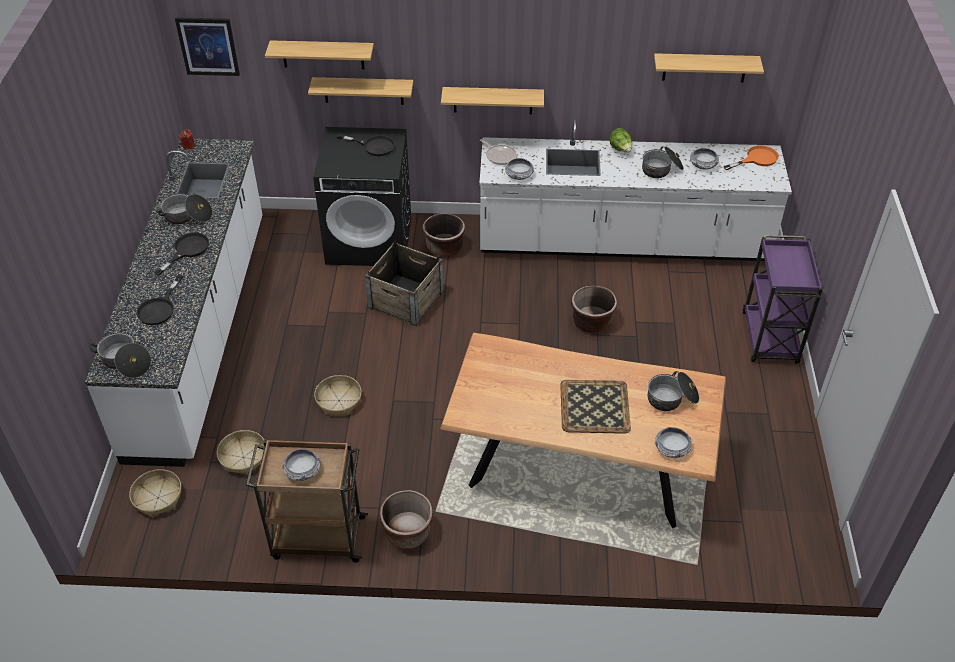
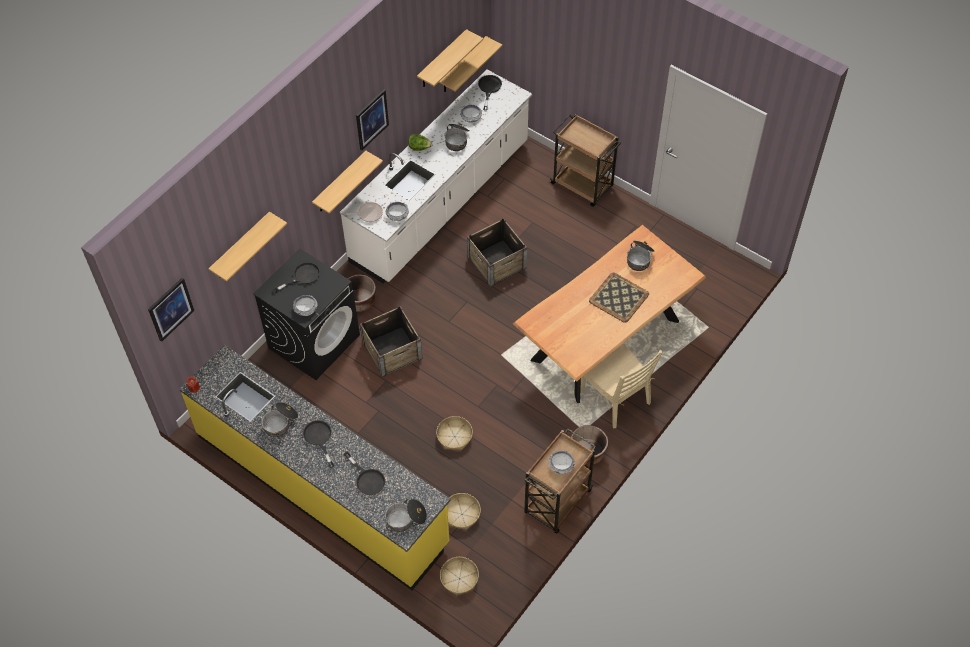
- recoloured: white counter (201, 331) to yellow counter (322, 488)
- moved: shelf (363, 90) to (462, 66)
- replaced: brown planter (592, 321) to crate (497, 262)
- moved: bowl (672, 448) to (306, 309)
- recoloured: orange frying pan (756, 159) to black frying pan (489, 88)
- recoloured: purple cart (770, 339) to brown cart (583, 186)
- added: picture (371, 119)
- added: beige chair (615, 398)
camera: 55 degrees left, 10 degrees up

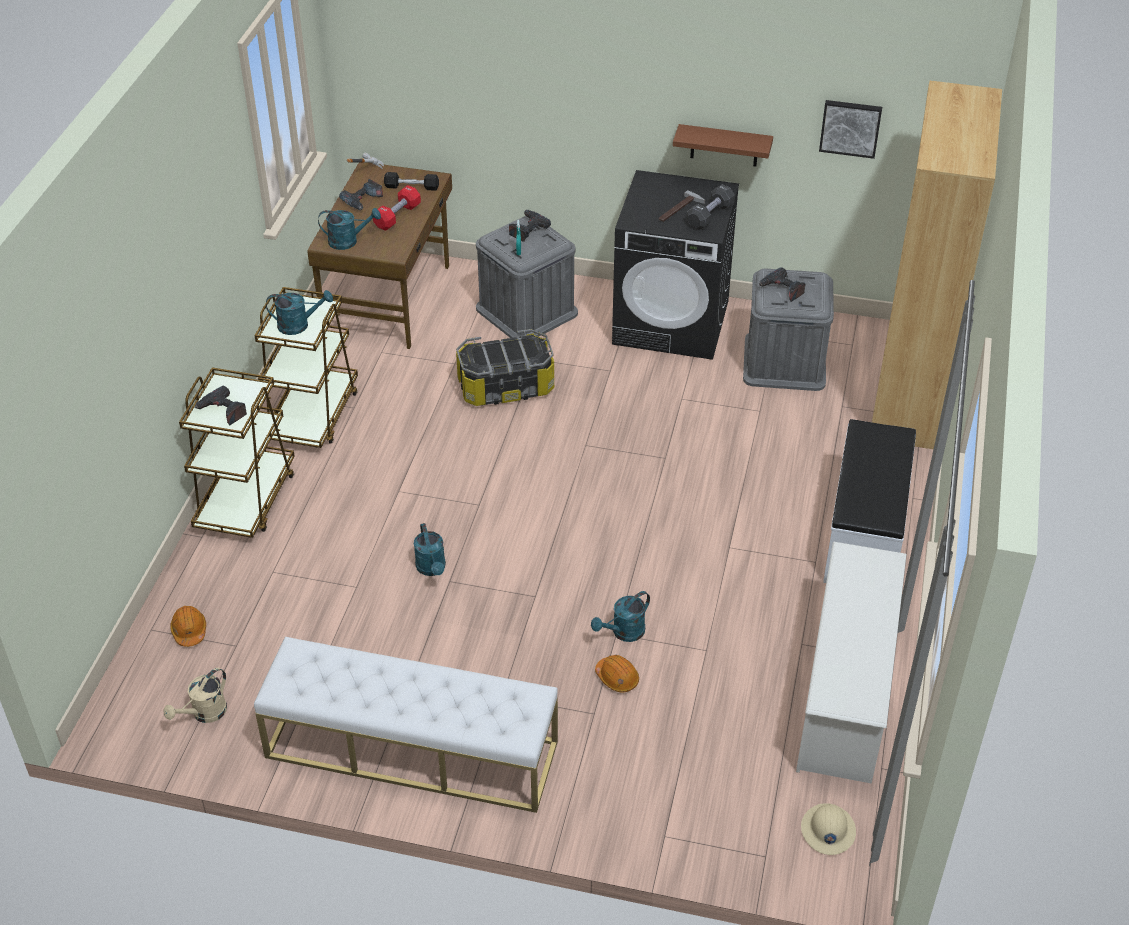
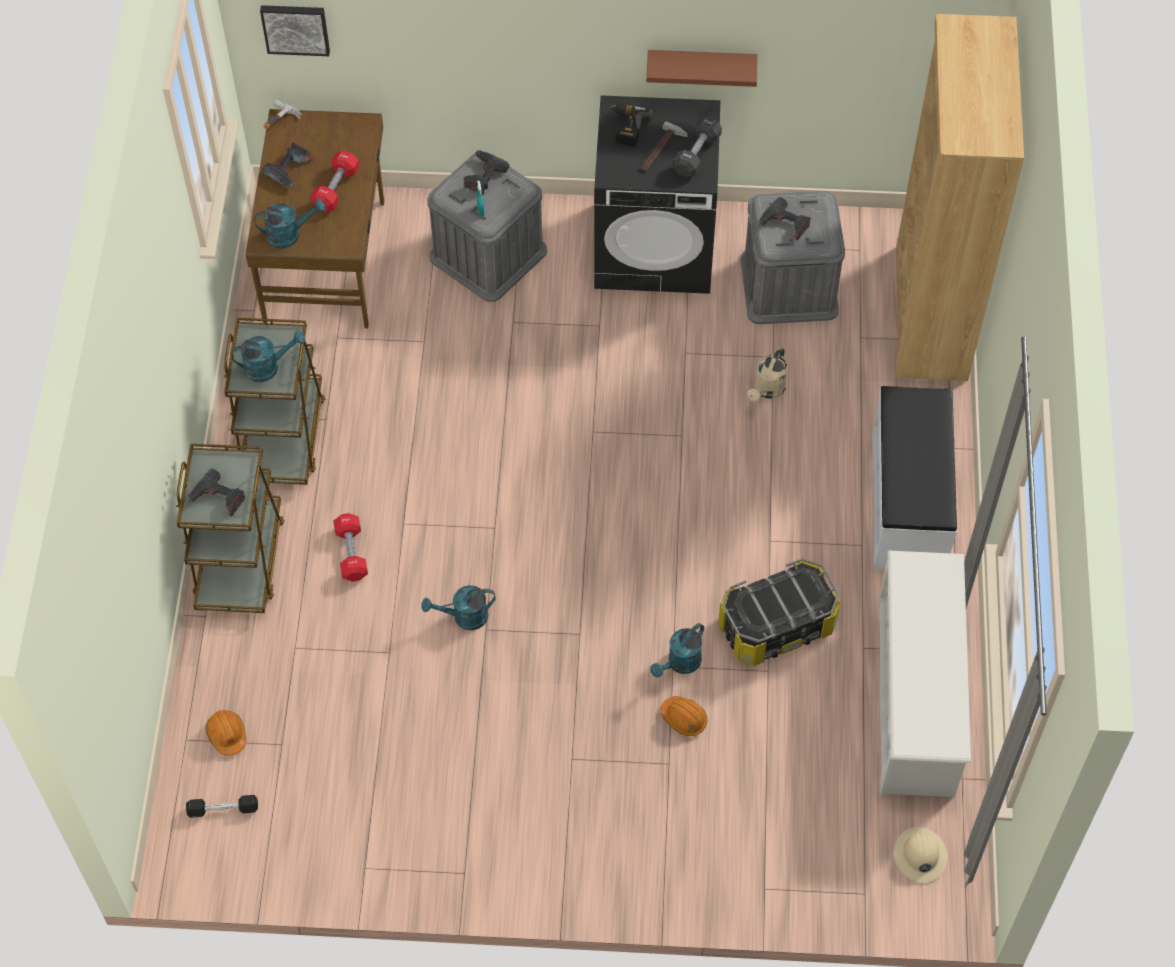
- moved: beige watering can (204, 714) to (767, 390)
- removed: white bench (411, 749)
- moved: black dumbbell (412, 187) to (223, 809)
- turned: turquoise watering can (432, 569) = (464, 617) 105 degrees clockwise
- moved: storage box (505, 387) to (776, 625)
- moved: picture (850, 127) to (295, 28)
- added: red dumbbell (351, 553)
- added: power drill (626, 127)
camera: 10 degrees left, 15 degrees up

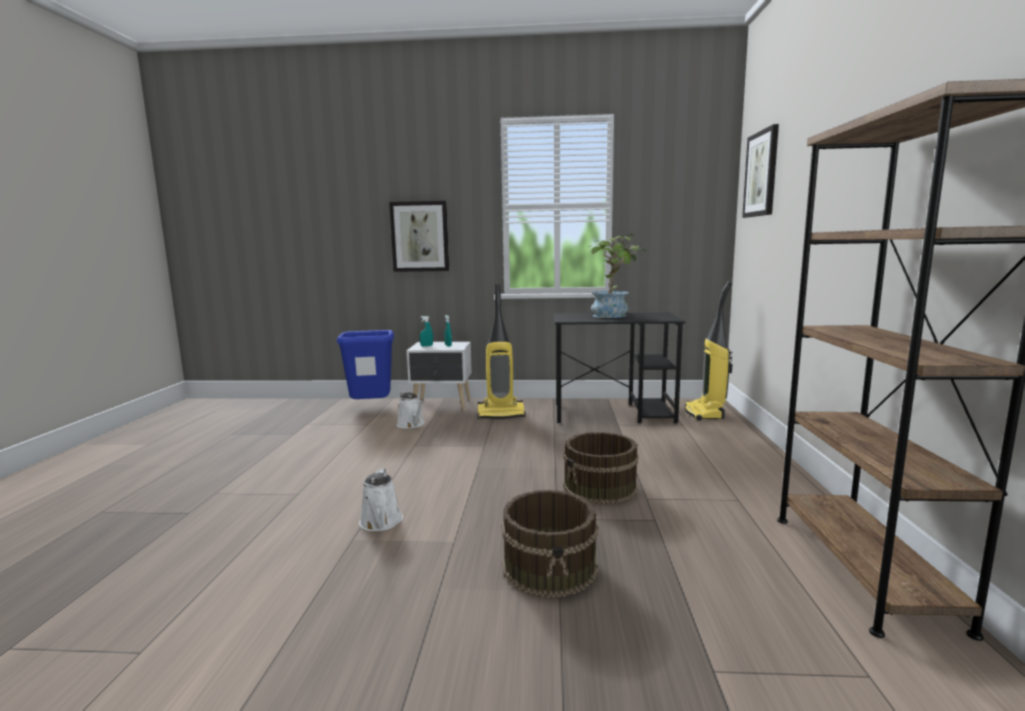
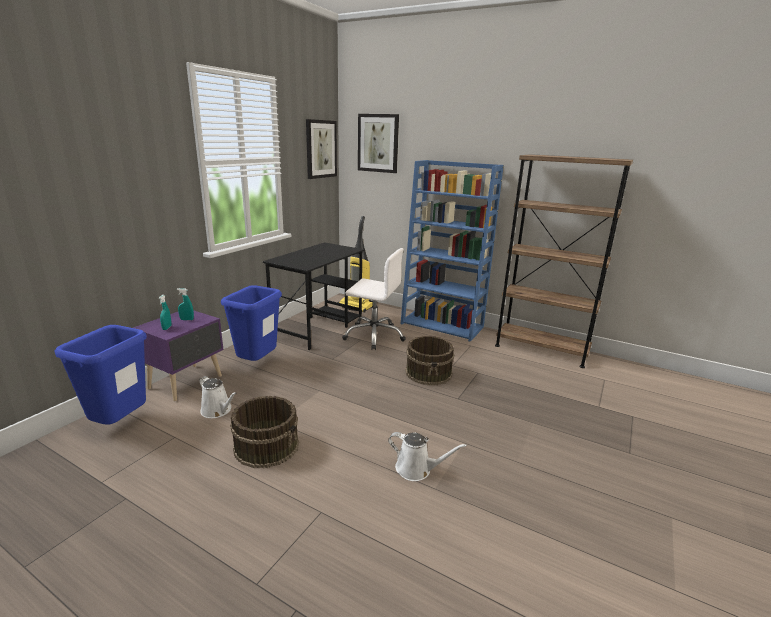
- moved: picture (420, 236) to (321, 149)
- turned: white watering can (412, 424) = (218, 411) 45 degrees clockwise
- recoloured: white nightstand (442, 405) to purple nightstand (187, 382)
- replaced: vacuum cleaner (501, 414) to blue trash can (258, 363)
- moved: brown bucket (550, 567) to (267, 446)
- removed: potted plant (614, 316)
- added: white office chair (374, 336)
- added: blue bookcase (443, 325)
camera: 65 degrees left, 10 degrees up

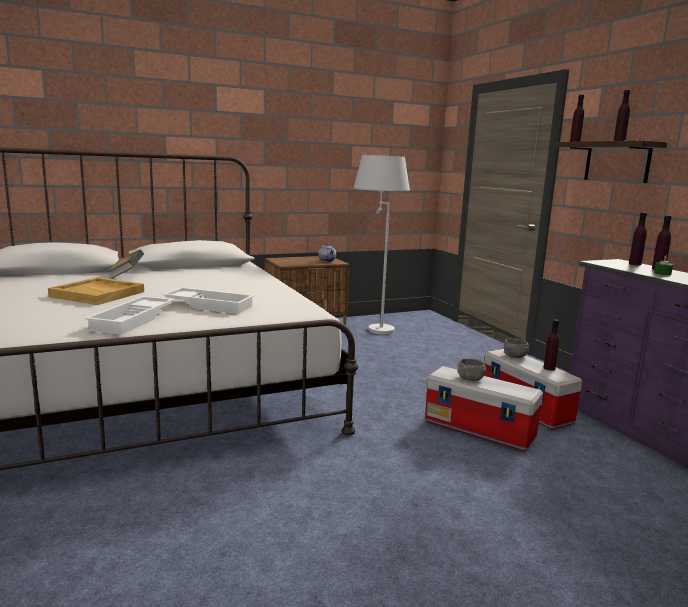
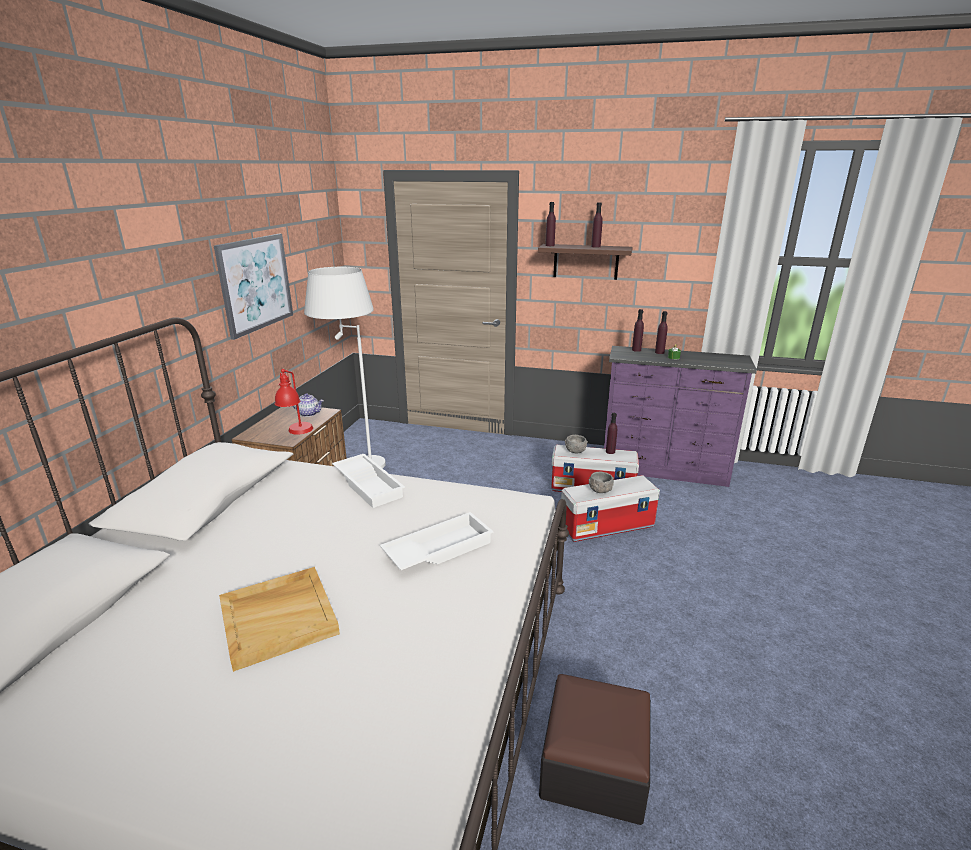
- moved: white tray (134, 320) to (369, 484)
- removed: book (126, 275)
- added: picture (255, 284)
- added: red table lamp (297, 434)
- added: ottoman (594, 765)
camera: 50 degrees left, 10 degrees up

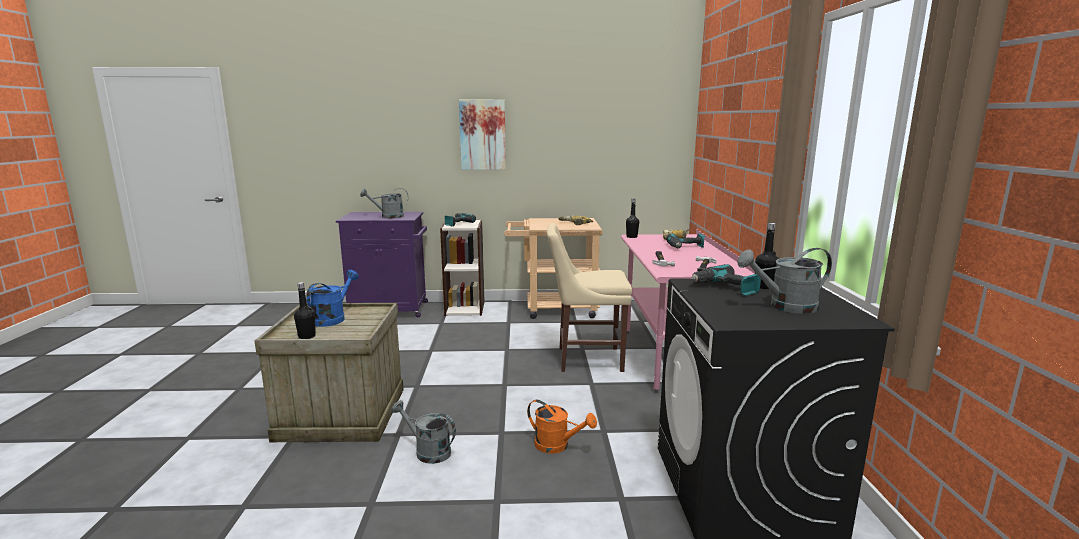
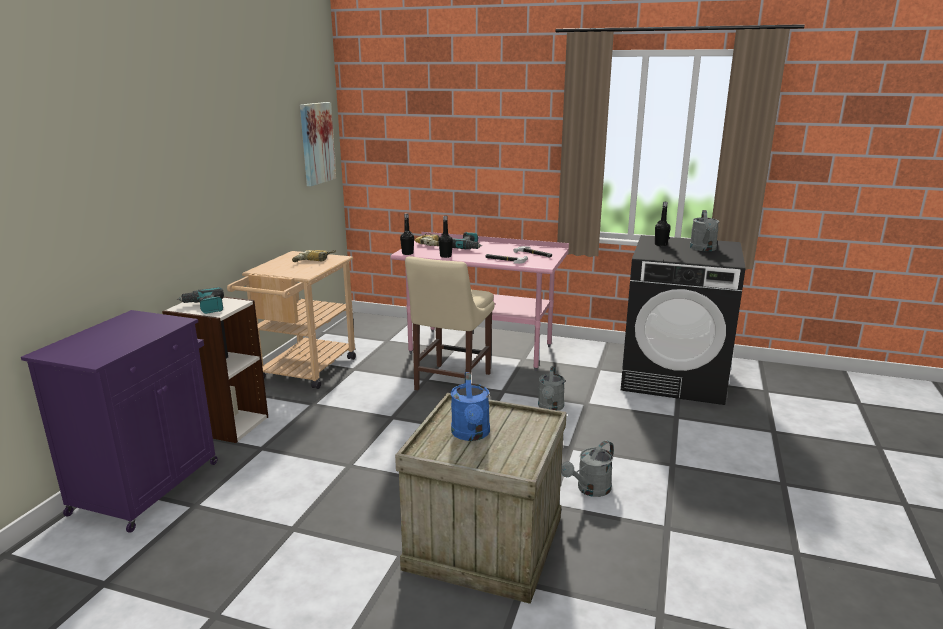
- moved: black bottle (307, 336) to (445, 256)
- turned: blue watering can (333, 318) = (471, 434) 135 degrees counterclockwise
- moved: grey watering can (388, 216) to (550, 408)
- moved: picture (482, 135) to (316, 143)
- removed: orange watering can (557, 446)
- removed: power drill (725, 288)
camera: 70 degrees left, 5 degrees up

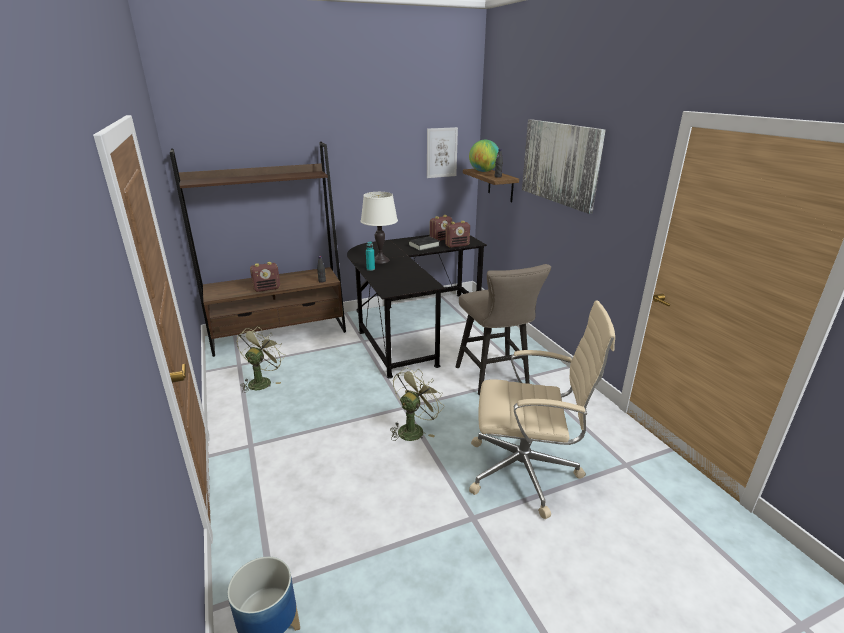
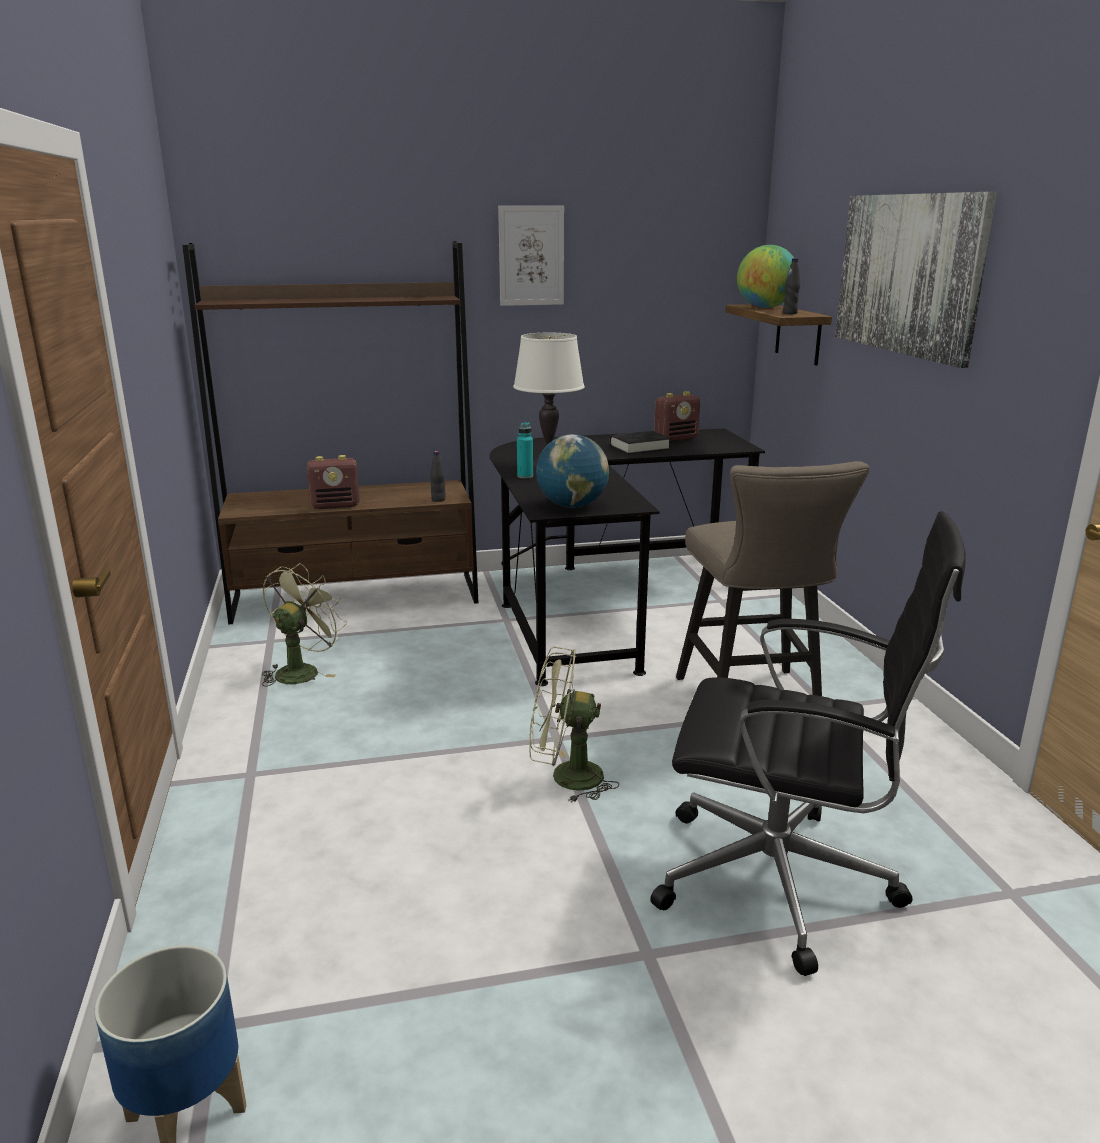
- turned: green fan (413, 429) = (565, 778) 135 degrees counterclockwise
- moved: picture (441, 152) to (531, 256)
- removed: radio (457, 245)
- recoloured: beige office chair (526, 472) to black office chair (782, 881)
- added: globe (572, 506)
camera: 10 degrees right, 5 degrees down

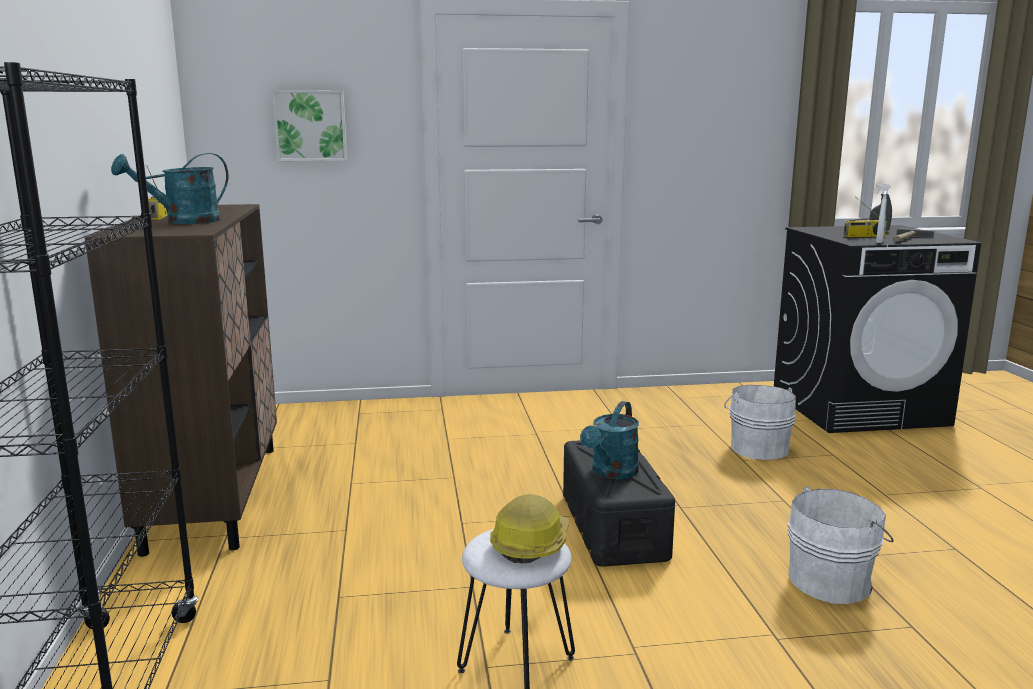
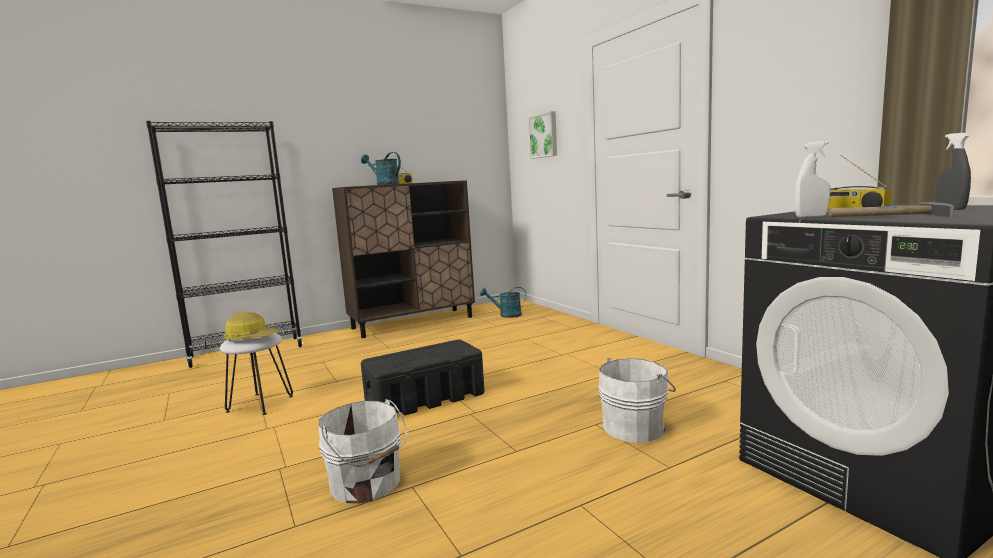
- moved: turquoise watering can (611, 473) to (506, 315)
camera: 70 degrees right, 5 degrees down

